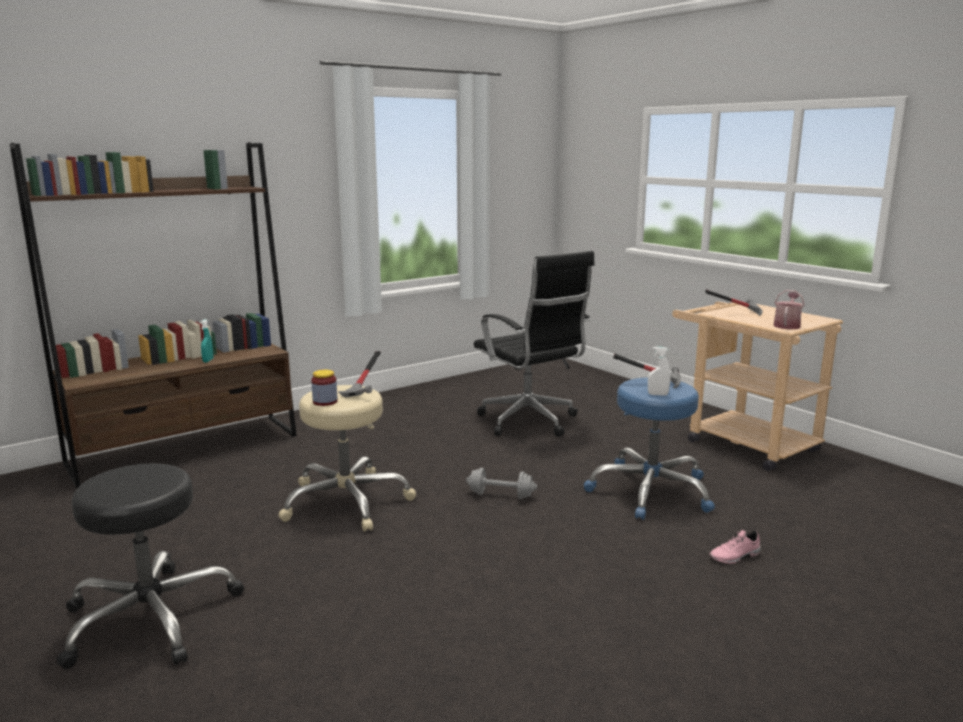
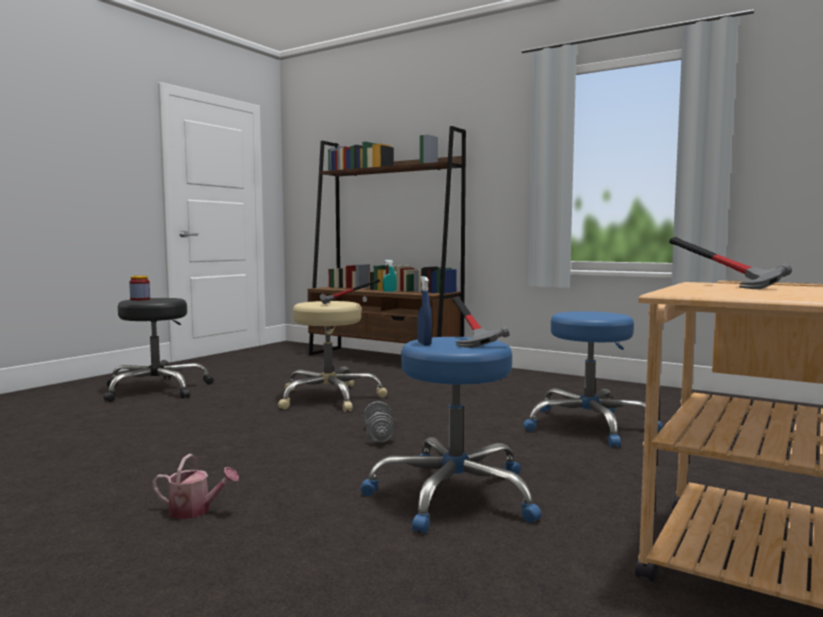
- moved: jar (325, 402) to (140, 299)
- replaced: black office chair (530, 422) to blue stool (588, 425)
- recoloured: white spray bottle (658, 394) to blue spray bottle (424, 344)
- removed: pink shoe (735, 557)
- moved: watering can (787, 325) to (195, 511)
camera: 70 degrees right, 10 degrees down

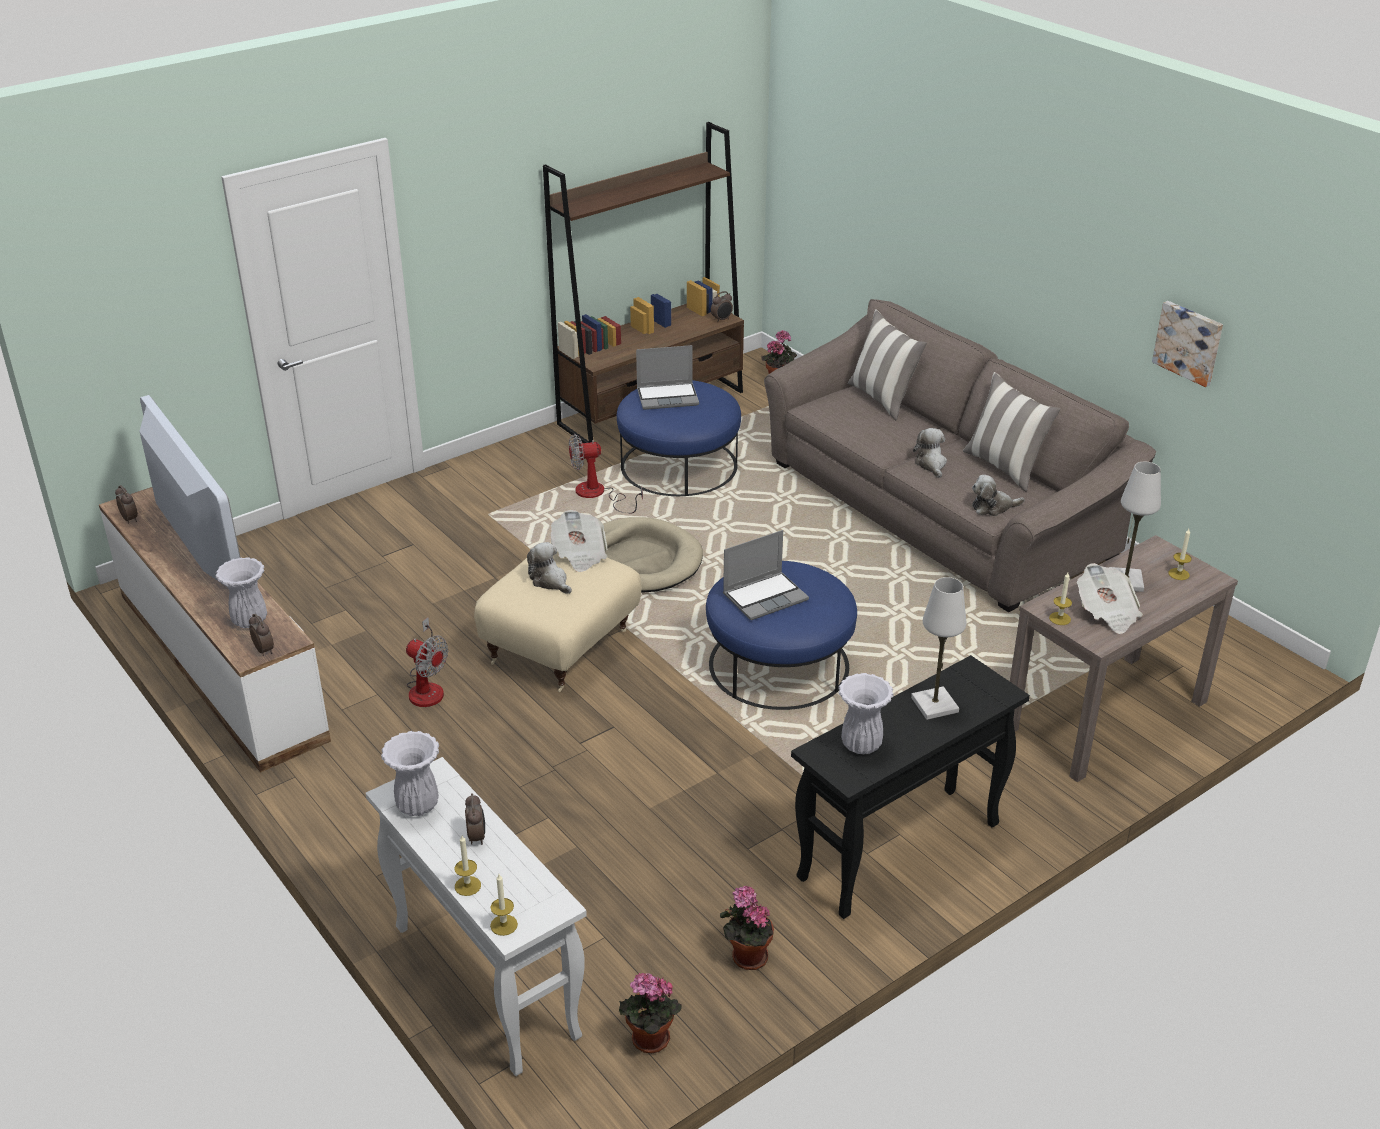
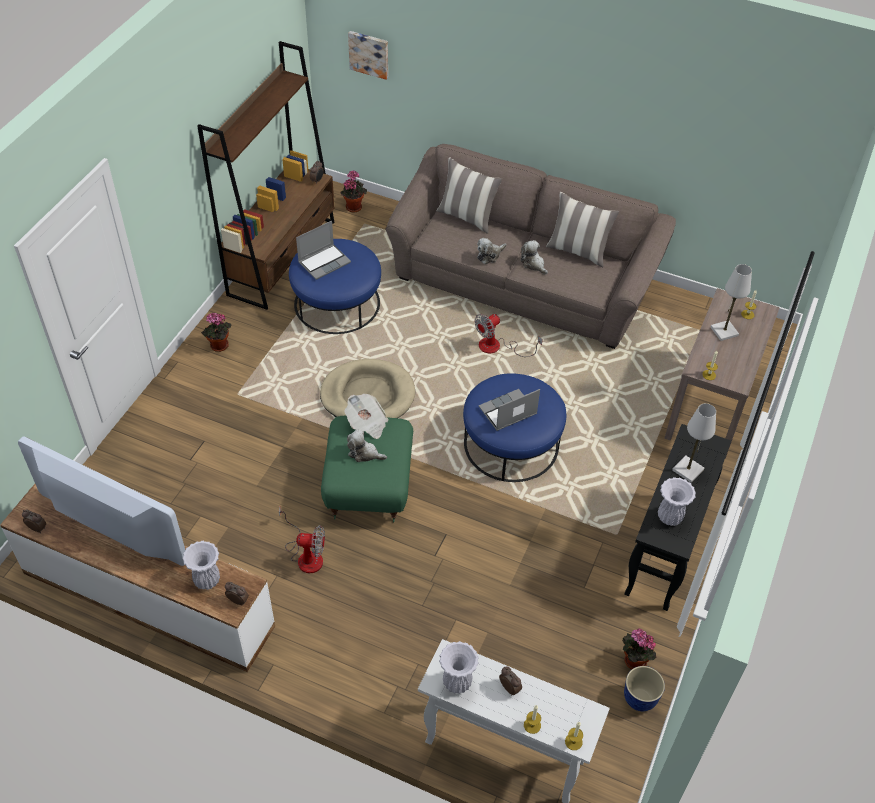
- recoloured: beige ottoman (562, 648) to green ottoman (370, 487)
- moved: fan (598, 495) to (497, 347)
- moved: potted plant (648, 1041) to (219, 347)
- turned: laptop (765, 596) = (507, 412) 150 degrees counterclockwise
- moved: plush toy (993, 507) to (489, 255)
- removed: newspaper (1107, 613)
- moved: picture (1189, 342) to (369, 54)
- added: planter (640, 699)
camera: 30 degrees left, 15 degrees up

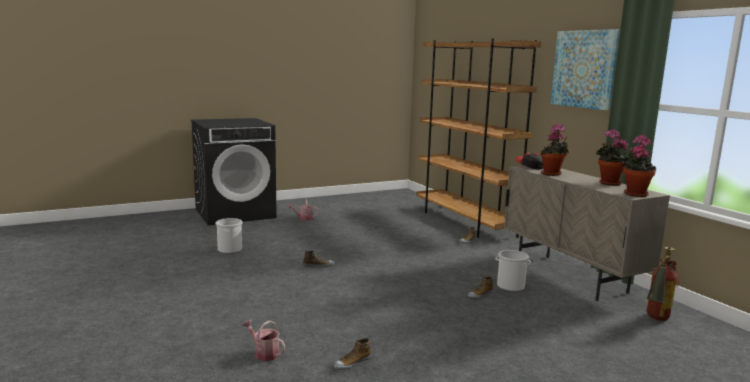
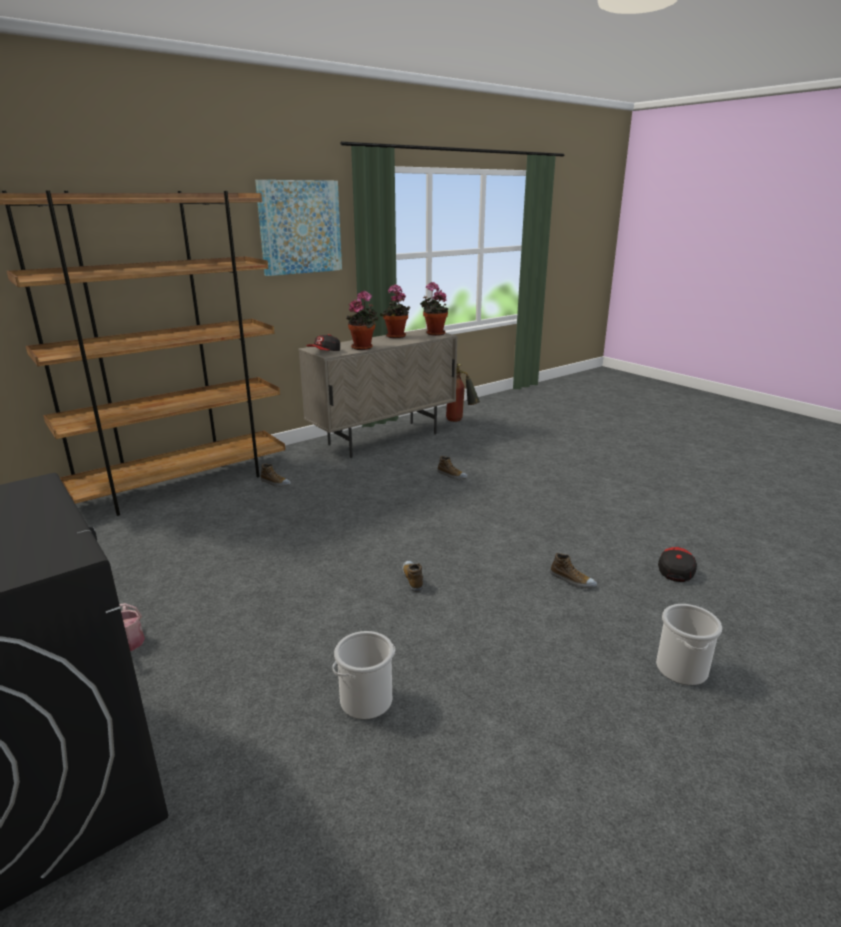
- replaced: watering can (264, 353) to cap (675, 570)
- moved: shoe (352, 363) to (572, 580)
- moved: bucket (511, 286) to (681, 668)
camera: 100 degrees left, 10 degrees up

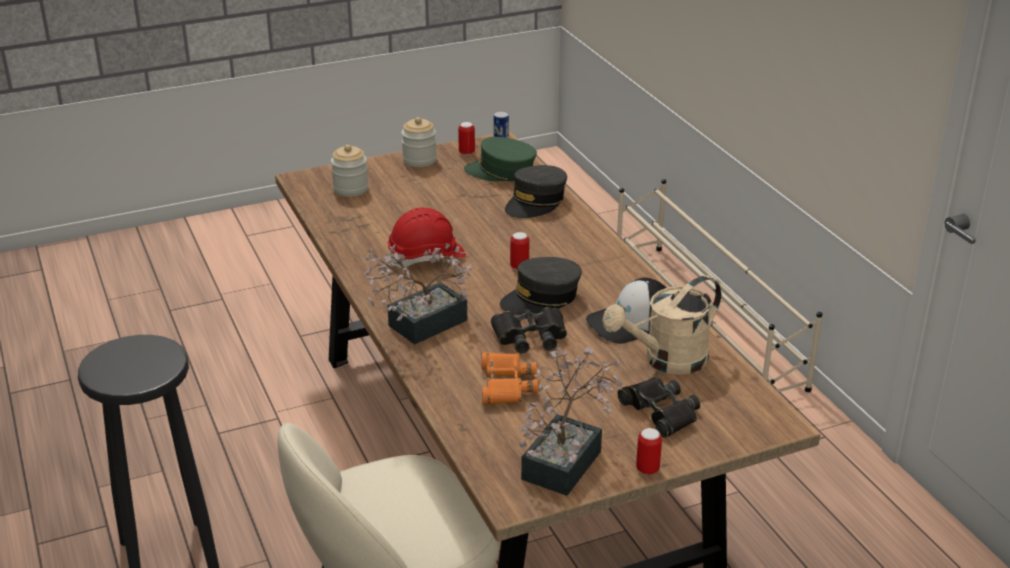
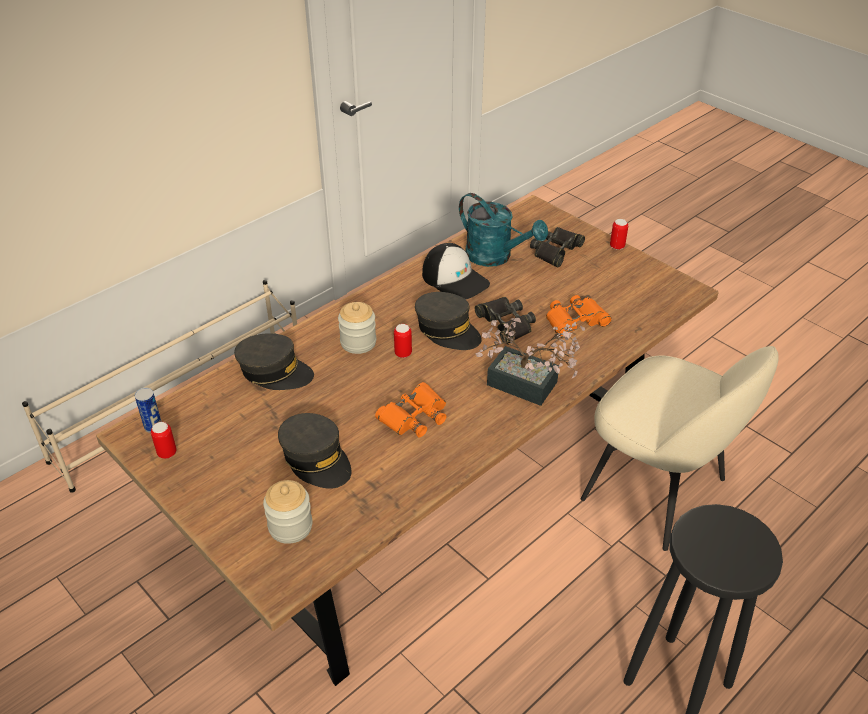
- replaced: red hard hat (427, 257) to orange binoculars (414, 416)
- moved: jar (419, 160) to (358, 342)
- removed: green cap (501, 172)
- removed: potted plant (567, 459)
- recoloured: beige watering can (666, 361) to turquoise watering can (496, 257)
- added: grey cap (316, 459)
camera: 110 degrees left, 10 degrees up

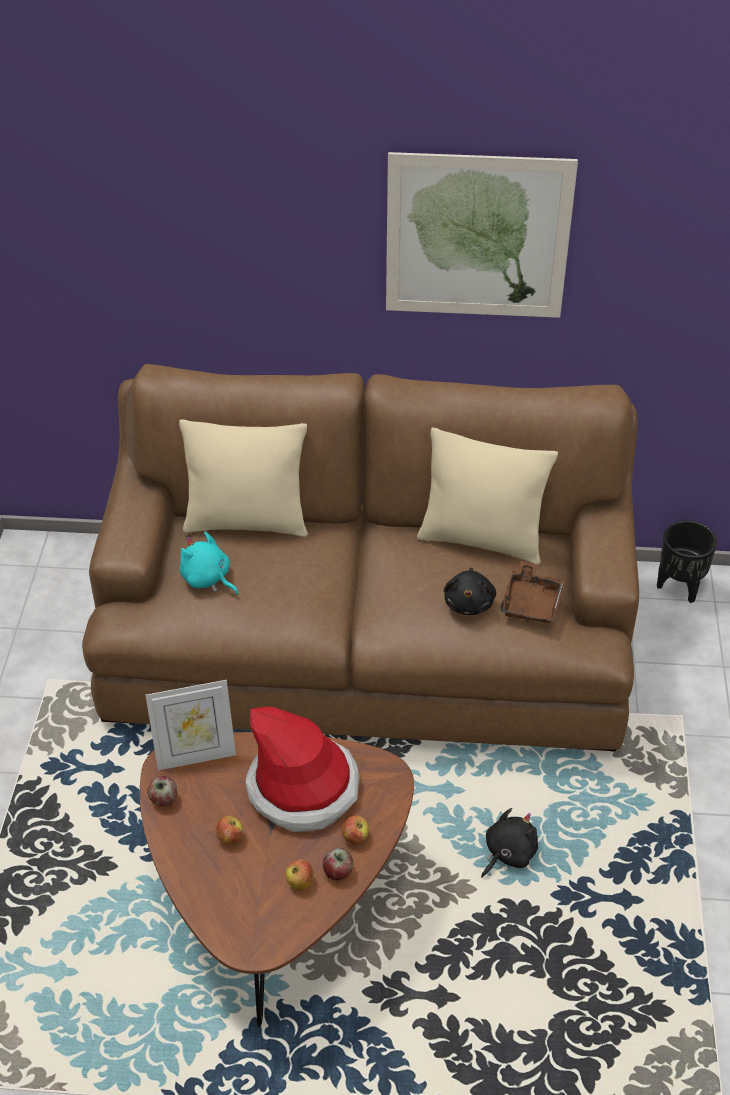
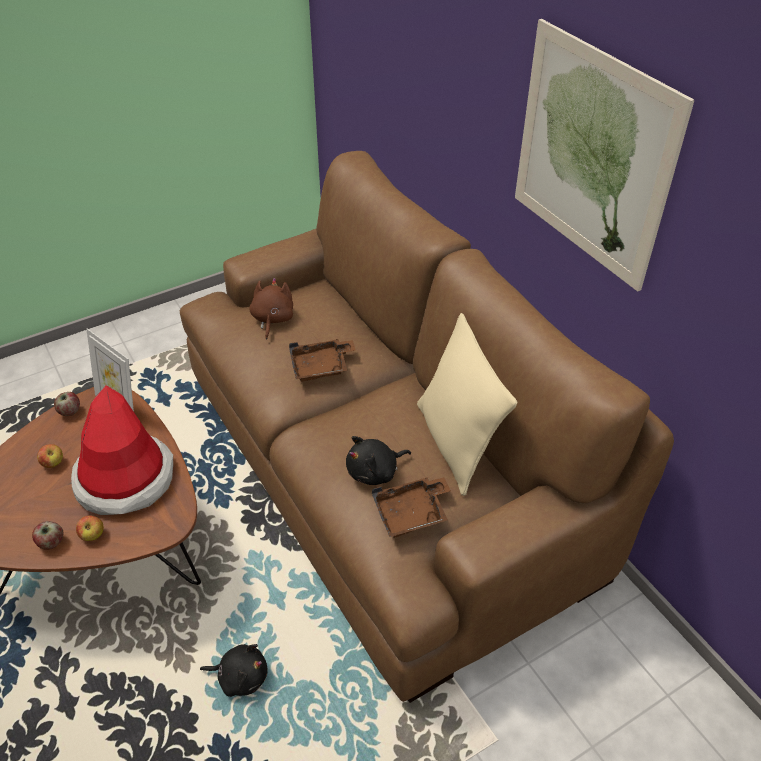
- removed: beige pillow (247, 522)
- recoloured: turquoise plush toy (208, 579) to brown plush toy (272, 319)
- removed: apple (300, 882)
- removed: black planter (680, 587)
- added: brown tray (321, 367)
camera: 55 degrees right, 0 degrees up

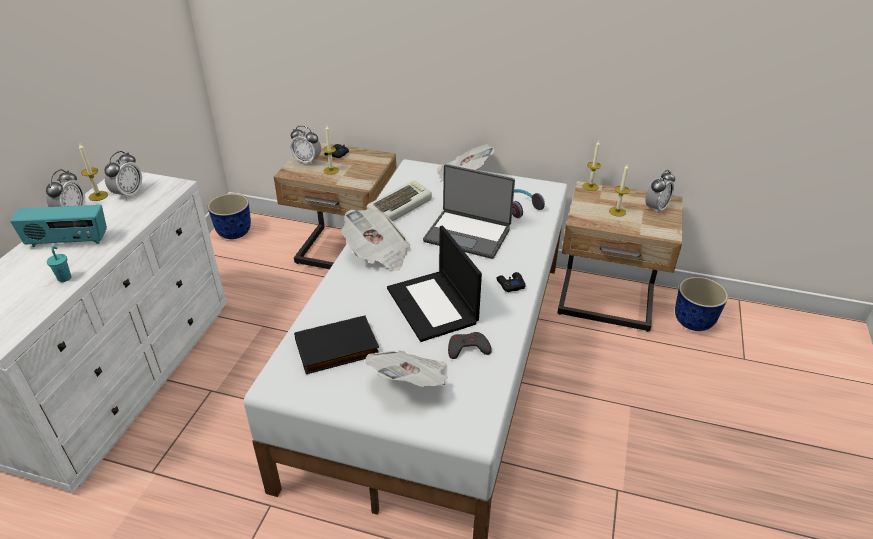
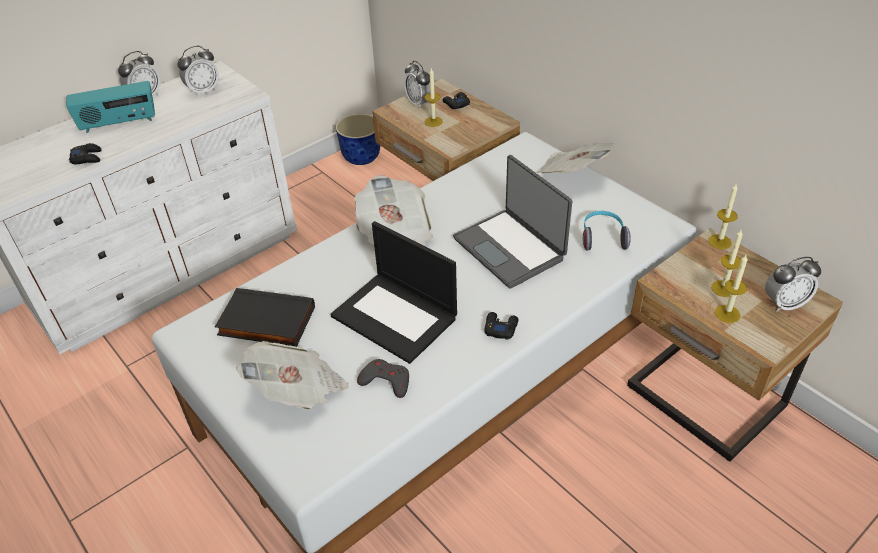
- turned: radio (67, 241) = (119, 123) 45 degrees counterclockwise
- replaced: turquoise cup (64, 278) to black game controller (87, 158)
- moved: candle (98, 196) to (727, 314)
- removed: keyboard (399, 206)
- turned: laptop (433, 306) = (396, 317) 60 degrees counterclockwise
- removed: planter (692, 322)
camera: 35 degrees right, 5 degrees up

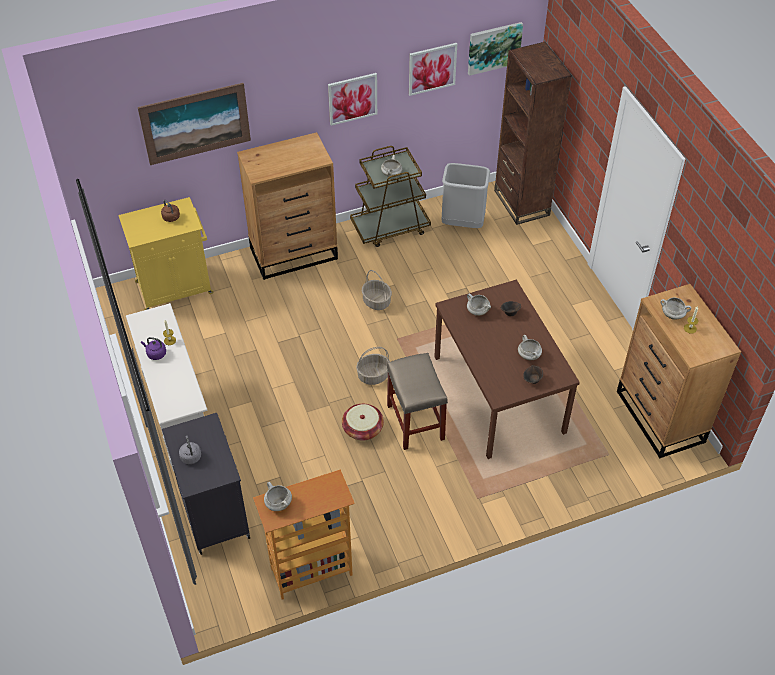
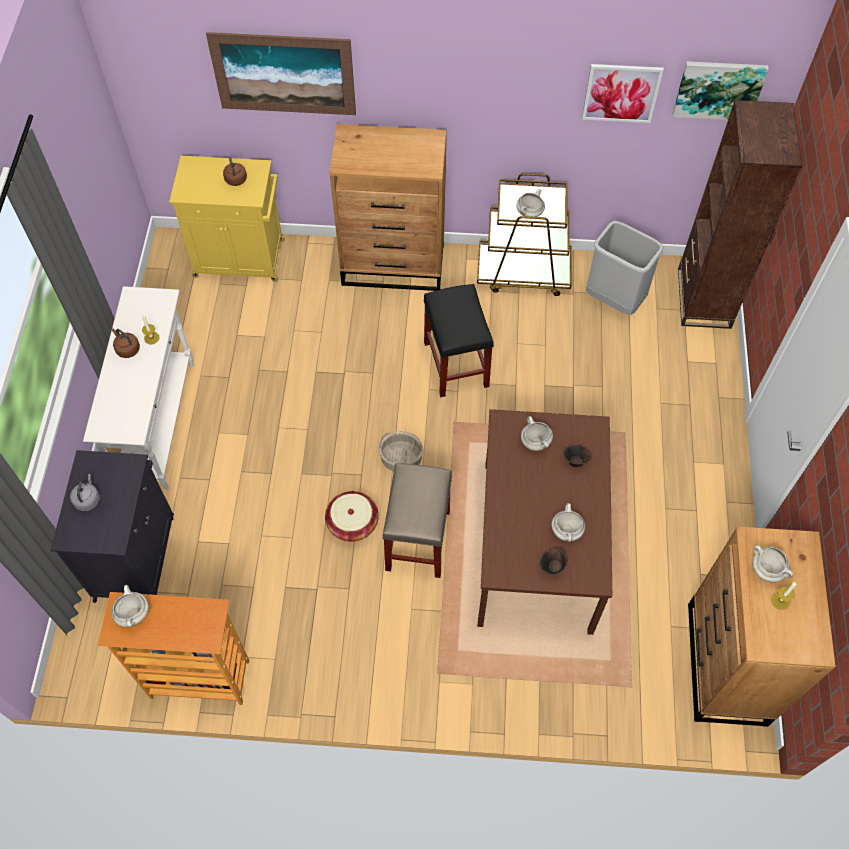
- recoloured: purple kettle (155, 354) to brown kettle (127, 349)
- removed: picture (352, 98)
- replaced: basket (376, 301) to black stool (455, 363)
camera: 25 degrees right, 10 degrees up

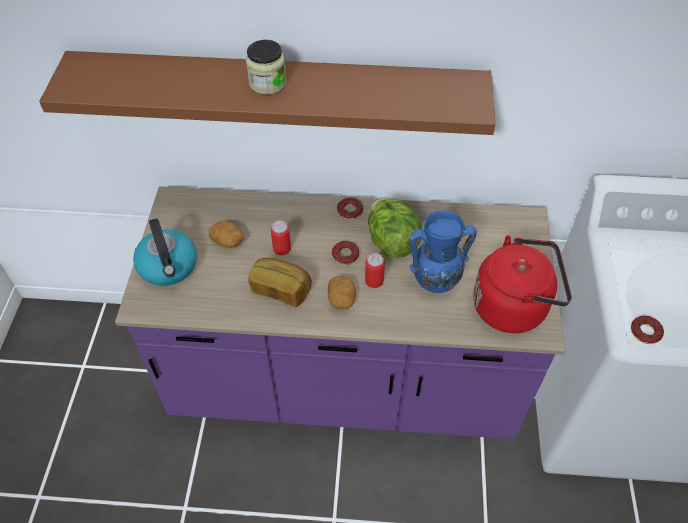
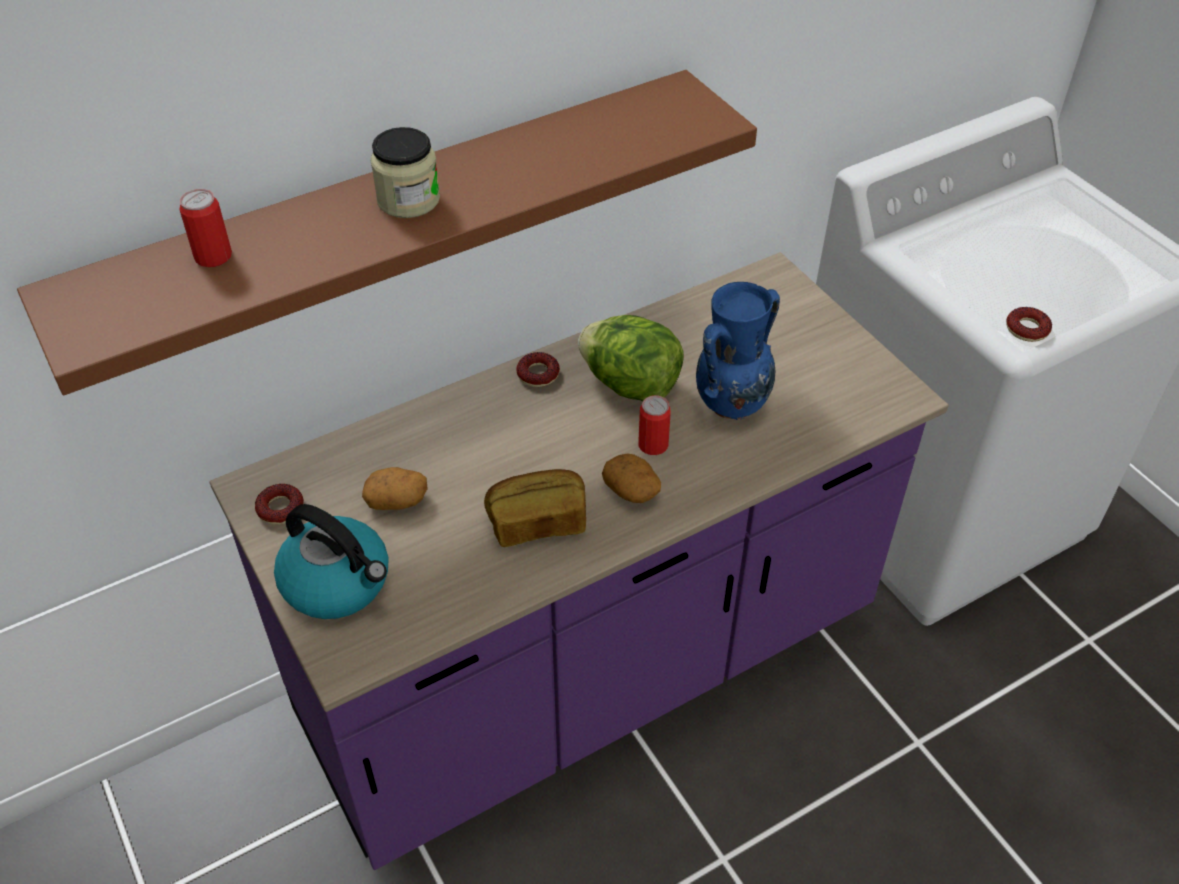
- moved: can (282, 248) to (213, 256)
- moved: donut (345, 255) to (280, 508)
- removed: red kettle (513, 306)
camera: 35 degrees left, 5 degrees down

